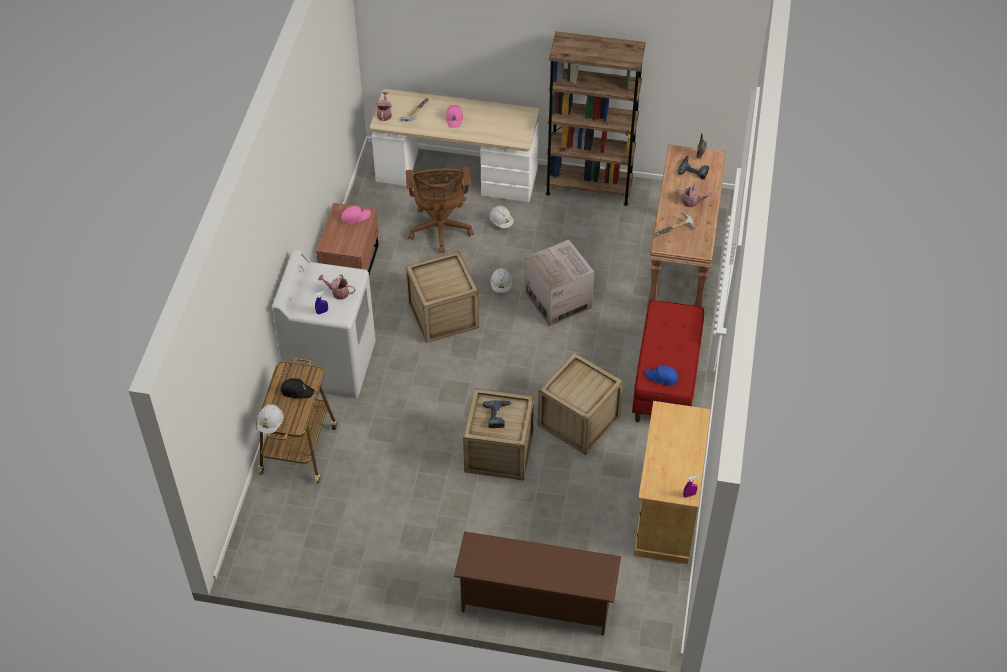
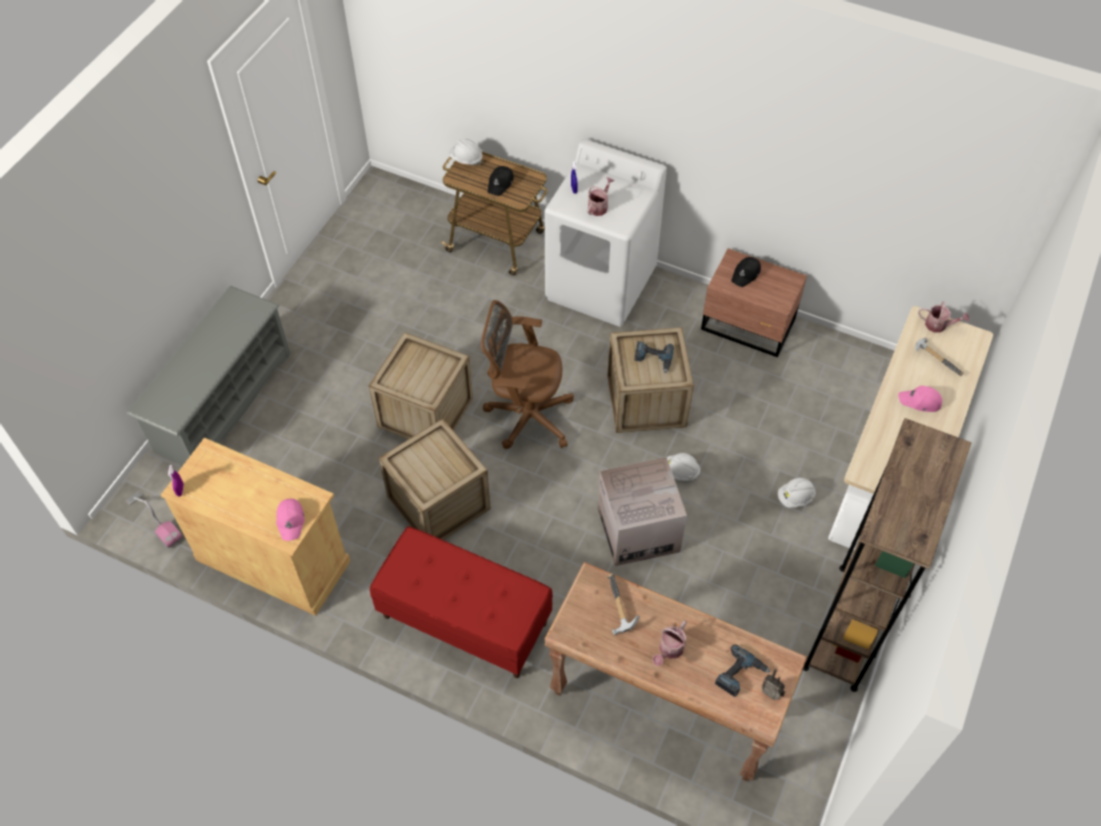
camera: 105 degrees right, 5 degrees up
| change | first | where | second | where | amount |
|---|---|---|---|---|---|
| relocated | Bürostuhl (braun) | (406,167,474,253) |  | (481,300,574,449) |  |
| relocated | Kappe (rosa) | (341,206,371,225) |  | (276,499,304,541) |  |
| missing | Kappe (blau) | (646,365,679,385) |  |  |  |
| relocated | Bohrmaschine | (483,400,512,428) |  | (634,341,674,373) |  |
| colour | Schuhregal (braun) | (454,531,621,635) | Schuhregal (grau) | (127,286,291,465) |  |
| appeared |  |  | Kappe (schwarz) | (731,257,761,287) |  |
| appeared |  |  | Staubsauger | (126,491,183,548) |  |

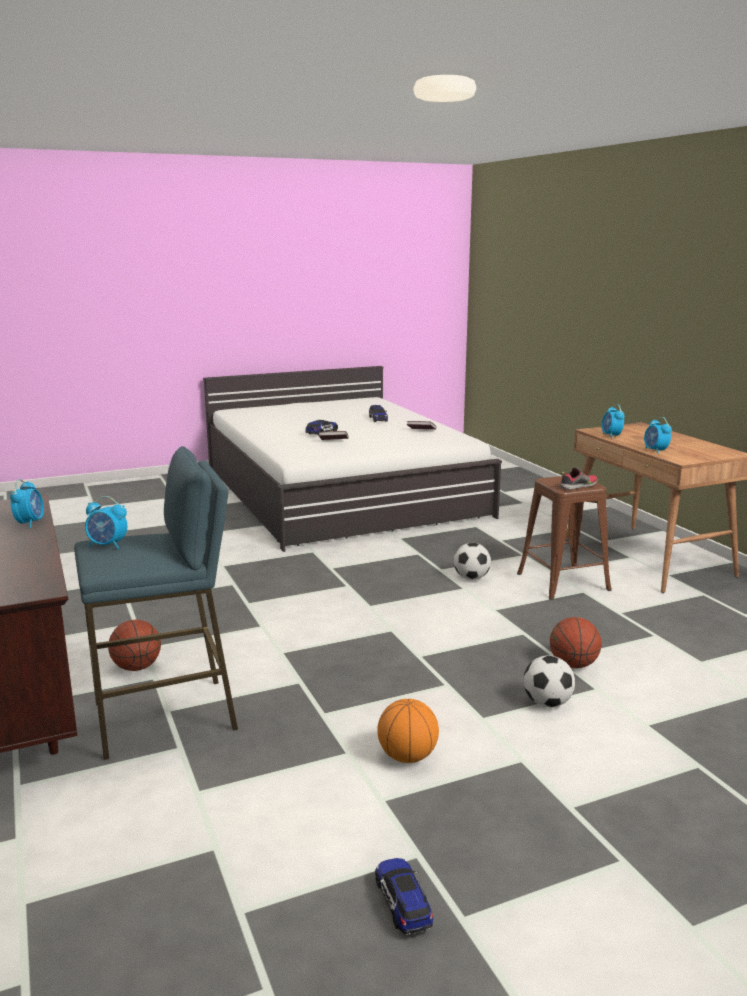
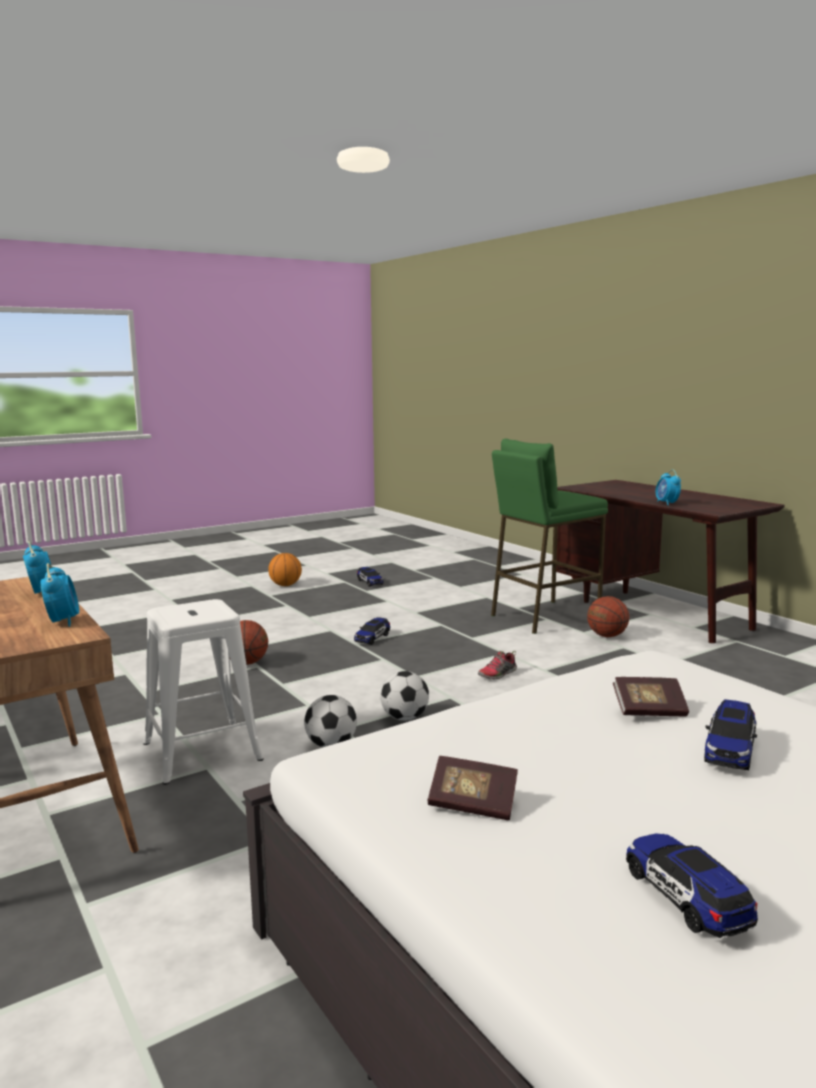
camera: 170 degrees right, 5 degrees down
| change | first | where | second | where | amount |
|---|---|---|---|---|---|
| colour | Hocker (blau) | (74,446,238,760) | Hocker (grün) | (491,438,608,634) |  |
| relocated | Schuh | (559,467,598,490) |  | (478,651,517,679) |  |
| colour | Hocker (braun) | (517,476,612,600) | Hocker (weiß) | (143,599,264,785) |  |
| missing | Wecker | (85,496,128,549) |  |  |  |
| relocated | Fußball | (523,655,575,707) |  | (380,671,429,721) |  |
| relocated | Basketball | (377,699,439,763) |  | (268,553,302,586) |  |
| appeared |  |  | Spielzeugauto | (354,617,390,645) |  |

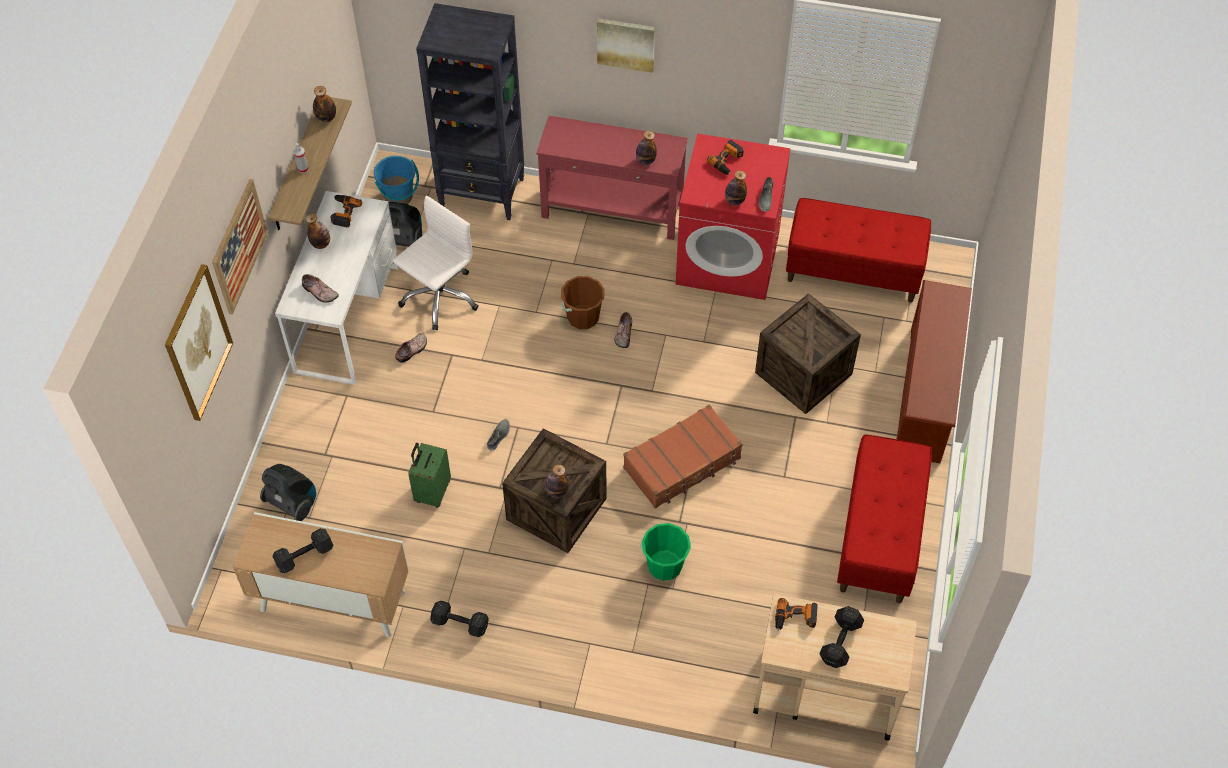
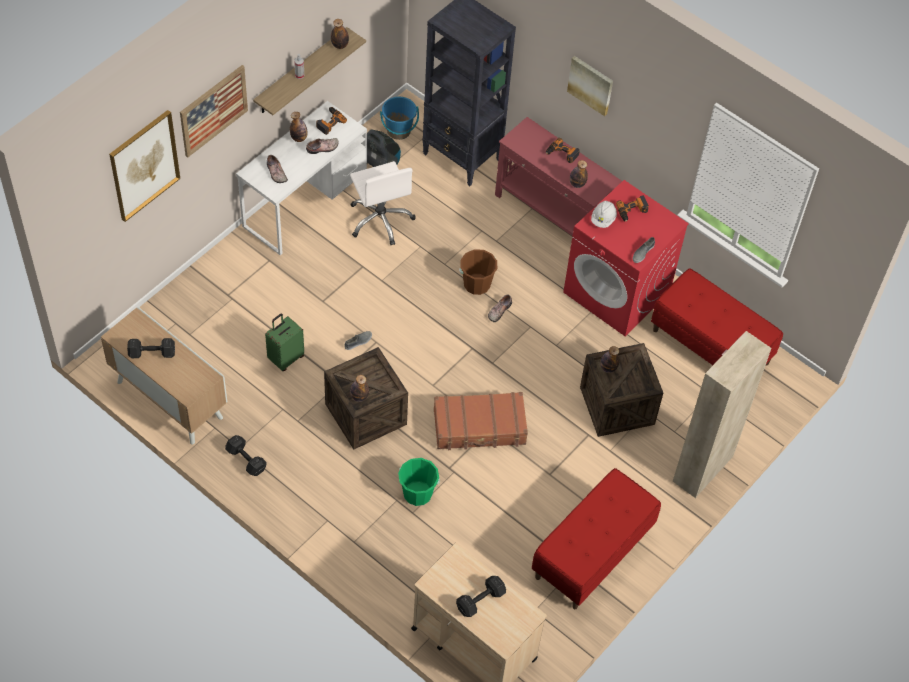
camera: 25 degrees right, 0 degrees up
| change | first | where | second | where | amount |
|---|---|---|---|---|---|
| relocated | Flasche | (725,170,747,206) |  | (600,346,620,373) |  |
| spun | Bürostuhl (weiß) | (393,196,479,330) |  | (350,161,416,245) | 90 degrees clockwise |
| exchanged | Schuhregal (braun) | (897,280,972,463) | Schrank (beige) | (673,331,772,498) |  |
| relocated | Schuh | (395,333,427,363) |  | (306,138,339,154) |  |
| missing | Staubsauger | (260,464,316,521) |  |  |  |
| relocated | Bohrmaschine | (775,598,818,631) |  | (546,138,580,163) |  |
| appeared |  |  | Schutzhelm (weiß) | (591,201,617,228) |  |

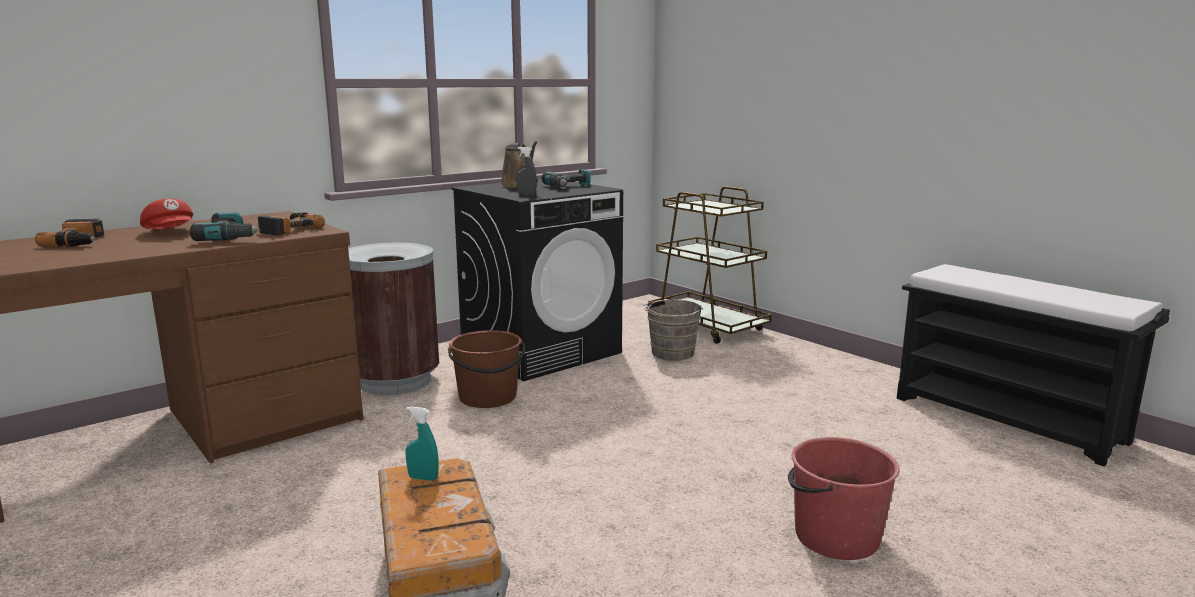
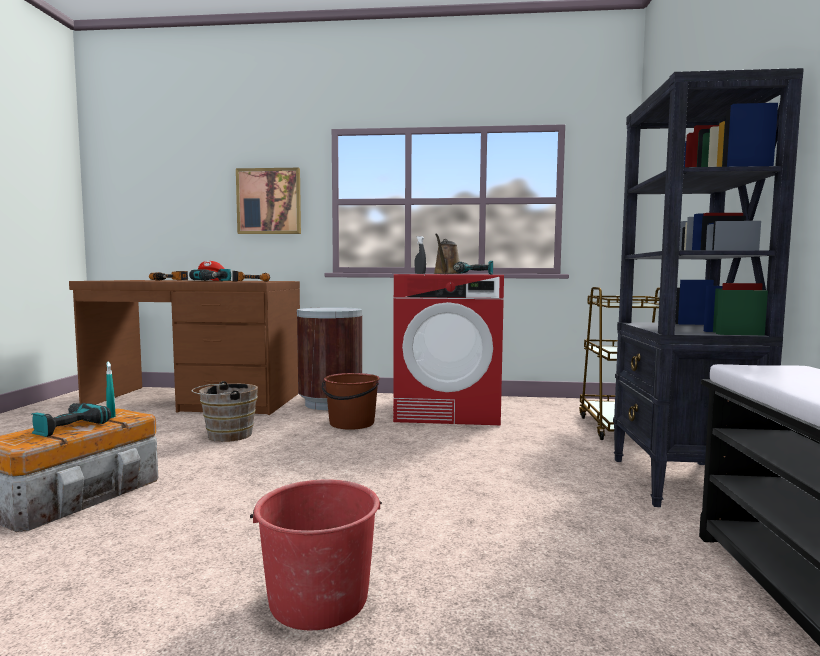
camera: 45 degrees right, 10 degrees down
| change | first | where | second | where | amount |
|---|---|---|---|---|---|
| colour | Waschmaschine (schwarz) | (451,179,623,381) | Waschmaschine (rot) | (393,274,504,425) |  |
| relocated | Eimer (braun) | (643,300,703,361) |  | (192,381,258,442) |  |
| appeared |  |  | Bücherregal (schwarz) | (613,68,804,507) |  |
| appeared |  |  | Bild | (236,168,301,234) |  |
| appeared |  |  | Bohrmaschine | (32,403,111,437) |  |

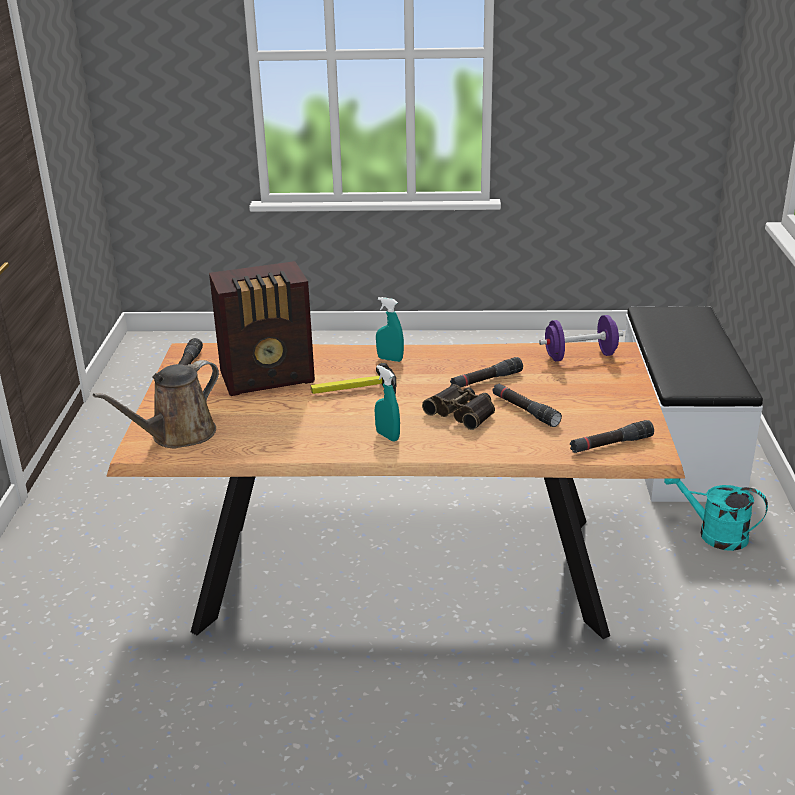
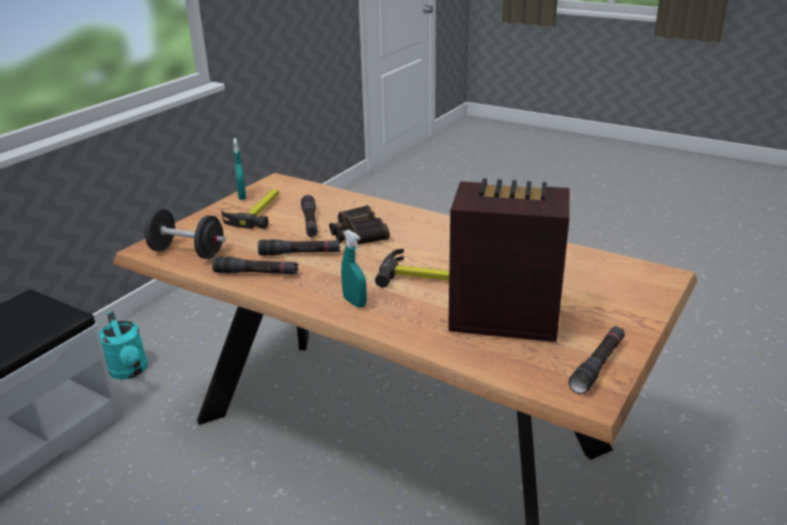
camera: 150 degrees left, 0 degrees up
| change | first | where | second | where | amount |
|---|---|---|---|---|---|
| colour | Hantel (lila) | (539,315,623,361) | Hantel (schwarz) | (144,209,226,259) |  |
| missing | Gießkanne (braun) | (93,360,219,448) |  |  |  |
| relocated | Sprühflasche (türkis) | (375,365,400,442) |  | (233,138,246,200) |  |
| relocated | Taschenlampe (schwarz) | (570,420,654,453) |  | (212,256,298,275) |  |
| appeared |  |  | Hammer | (221,189,279,229) |  |

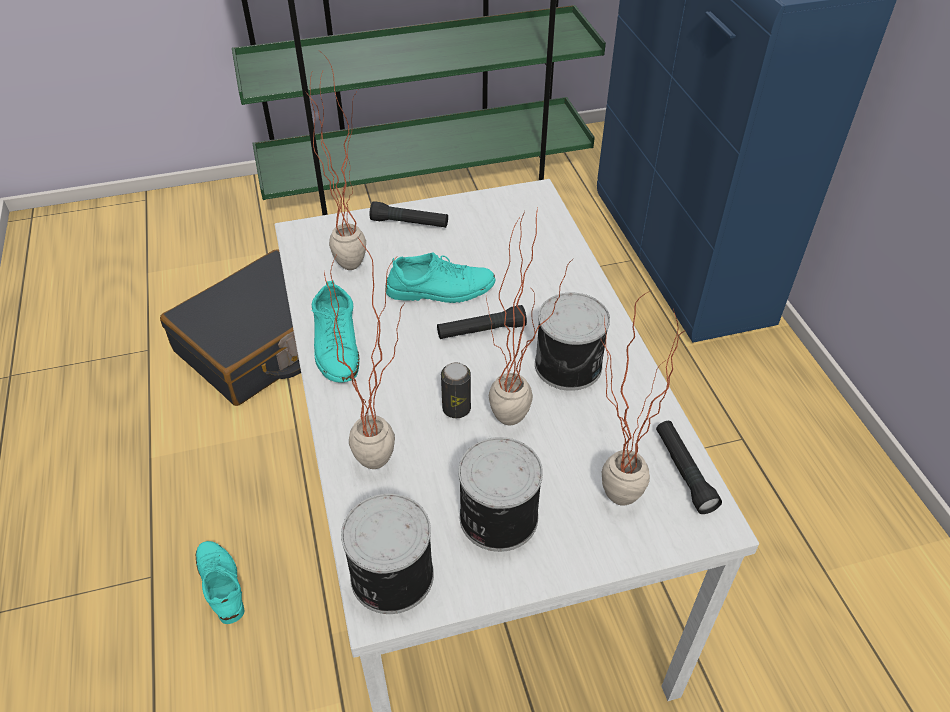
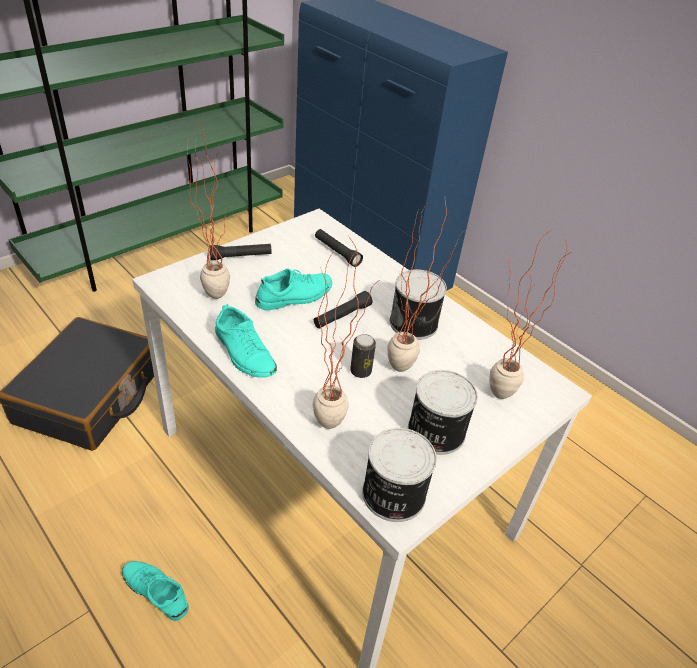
camera: 30 degrees left, 5 degrees down
| change | first | where | second | where | amount |
|---|---|---|---|---|---|
| relocated | Taschenlampe (schwarz) | (656,421,722,514) |  | (315,229,363,267) |  |

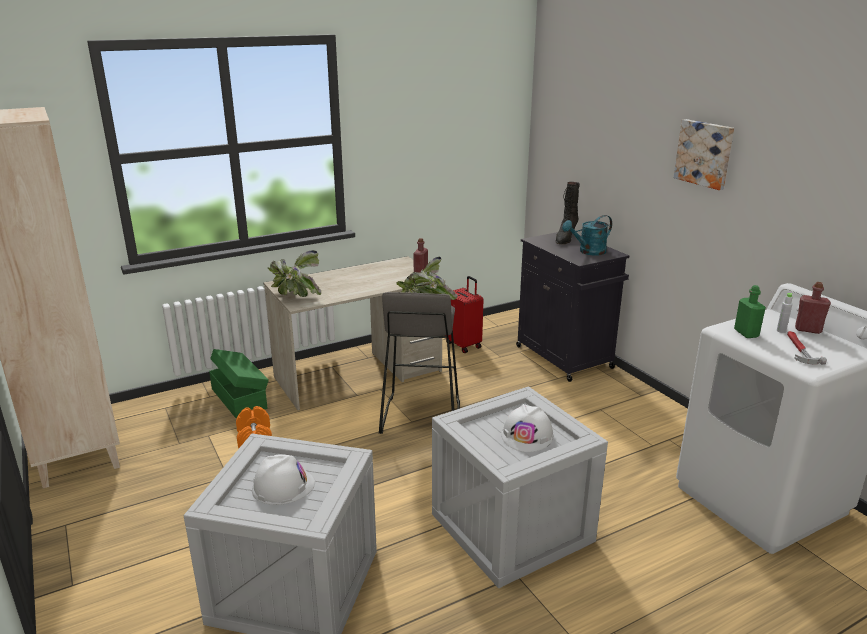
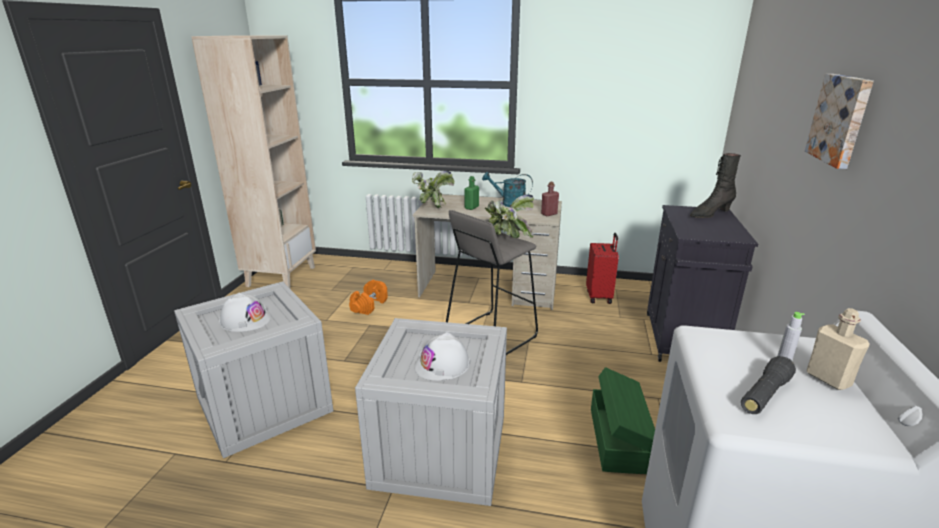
camera: 40 degrees right, 0 degrees up
| change | first | where | second | where | amount |
|---|---|---|---|---|---|
| relocated | Gießkanne (türkis) | (562,215,612,255) |  | (482,172,533,207) |  |
| colour | Flasche (rot) | (795,282,831,334) | Flasche (beige) | (807,308,869,390) |  |
| relocated | Flasche (grün) | (734,285,766,338) |  | (464,176,479,210) |  |
| exchanged | Hammer | (787,331,827,365) | Taschenlampe (schwarz) | (741,356,796,414) |  |
| relocated | Aufbewahrungsbox (grün) | (209,349,269,419) |  | (591,367,655,474) |  |

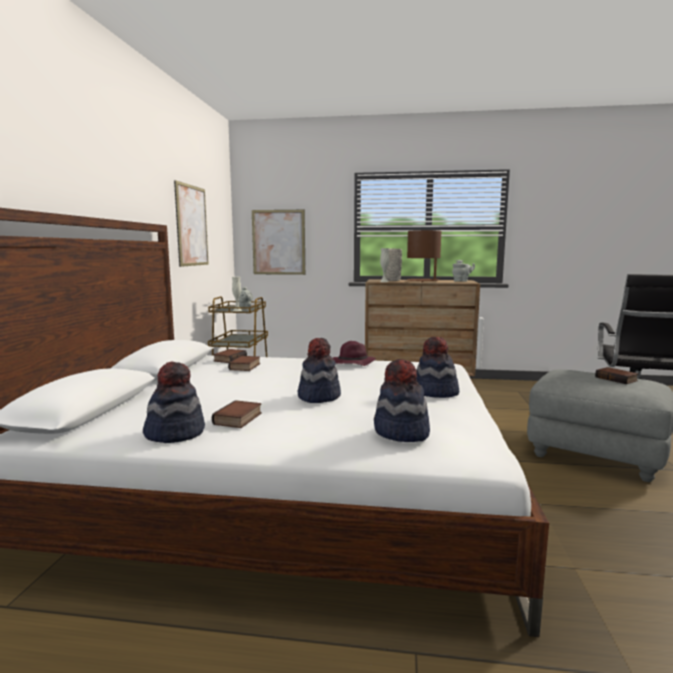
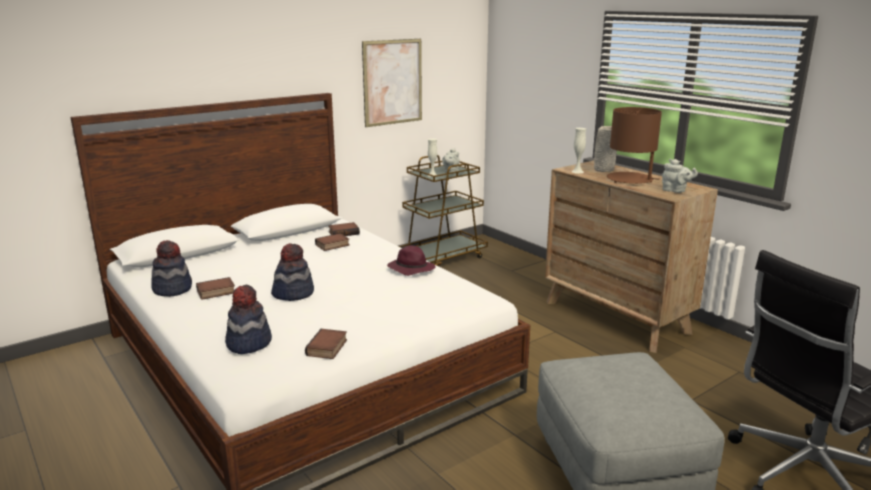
camera: 45 degrees right, 10 degrees up
| change | first | where | second | where | amount |
|---|---|---|---|---|---|
| missing | Bild | (252,210,305,275) |  |  |  |
| missing | Hut | (417,337,459,398) |  |  |  |
| relocated | Buch | (595,367,638,384) |  | (305,329,347,359) |  |

